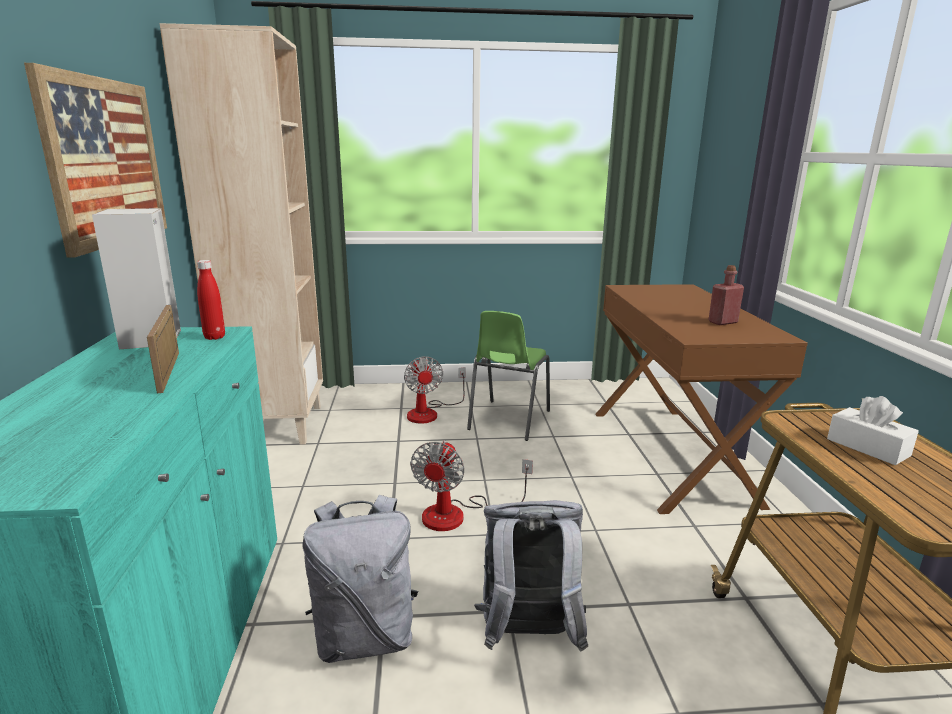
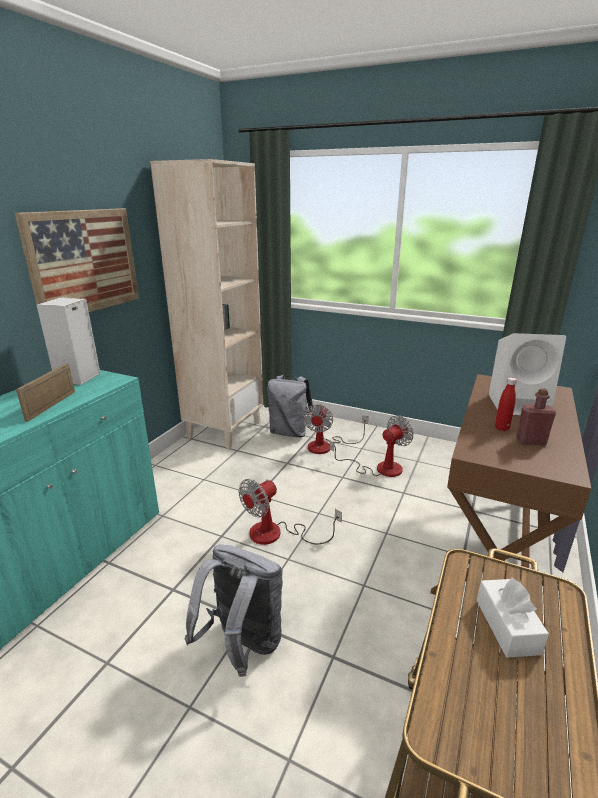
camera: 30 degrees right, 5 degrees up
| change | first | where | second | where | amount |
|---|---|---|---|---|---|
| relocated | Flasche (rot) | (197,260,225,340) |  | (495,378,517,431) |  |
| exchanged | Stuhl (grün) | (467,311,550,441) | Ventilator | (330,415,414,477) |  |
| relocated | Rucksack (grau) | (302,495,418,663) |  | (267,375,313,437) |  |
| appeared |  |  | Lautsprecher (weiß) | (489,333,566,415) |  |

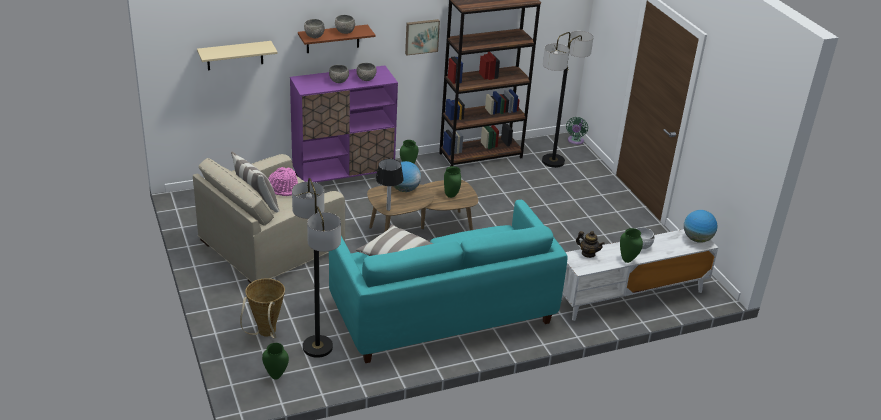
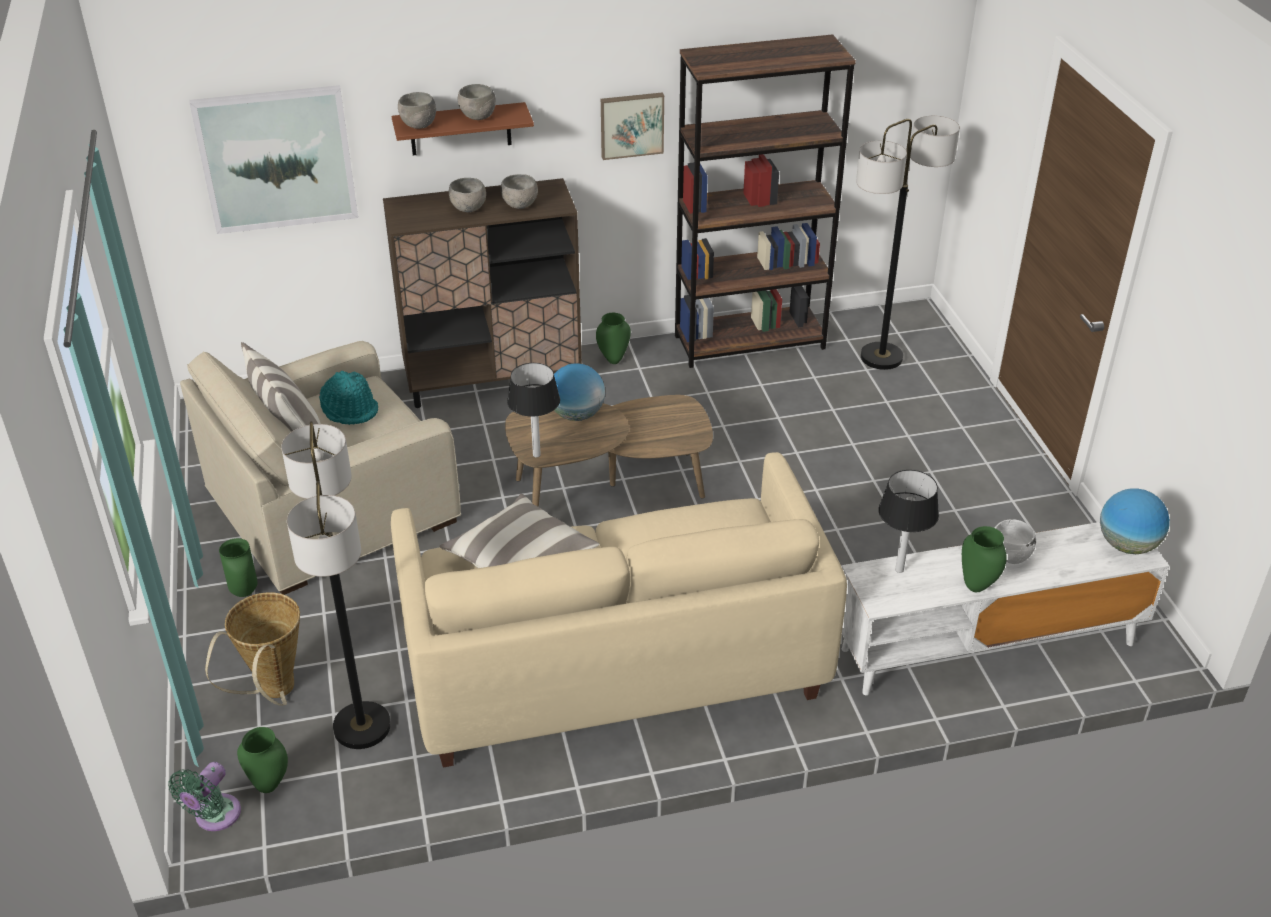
camera: 10 degrees right, 5 degrees up
| change | first | where | second | where | amount |
|---|---|---|---|---|---|
| exchanged | Wandregal (beige) | (197,41,278,70) | Bild | (189,85,358,234) |  |
| colour | Schrank (lila) | (290,66,398,182) | Schrank (braun) | (383,178,582,408) |  |
| relocated | Ventilator (grün) | (566,117,588,145) |  | (168,762,241,831) |  |
| relocated | Vase (grün) | (444,166,461,198) |  | (219,538,258,597) |  |
| colour | Hut (rosa) | (268,167,298,196) | Hut (türkis) | (319,371,378,425) |  |
| colour | Sofa (türkis) | (329,200,568,363) | Sofa (beige) | (391,452,847,768) |  |
| exchanged | Teekanne | (576,231,605,258) | Tischlampe | (878,470,939,573) |  |

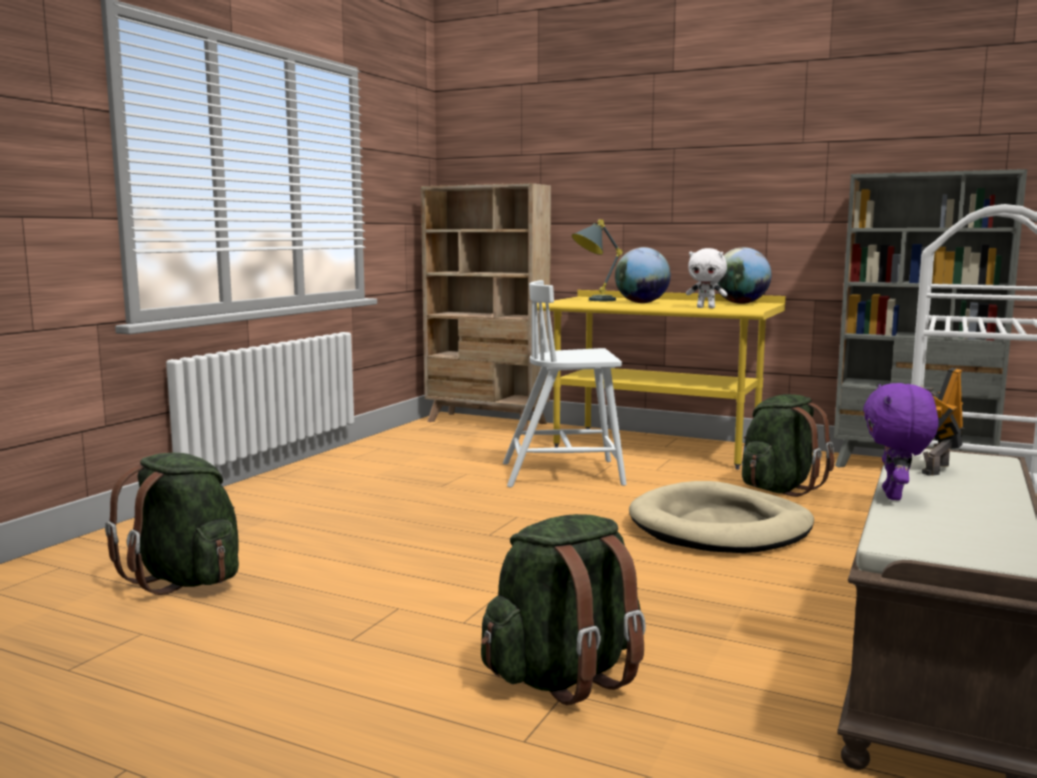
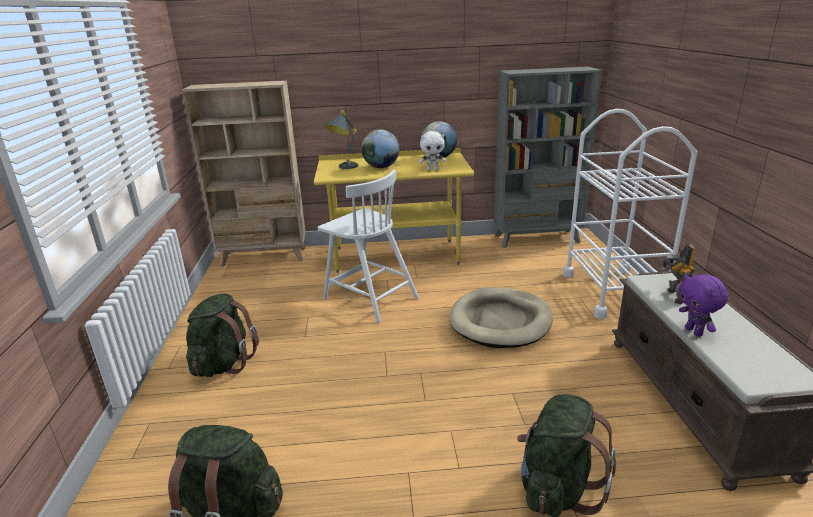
camera: 30 degrees left, 15 degrees up
| change | first | where | second | where | amount |
|---|---|---|---|---|---|
| spun | Stuhl (weiß) | (503,280,627,487) |  | (318,169,419,323) | 105 degrees counterclockwise |
| relocated | Rucksack (grün) | (742,394,834,497) |  | (186,294,259,377) |  |

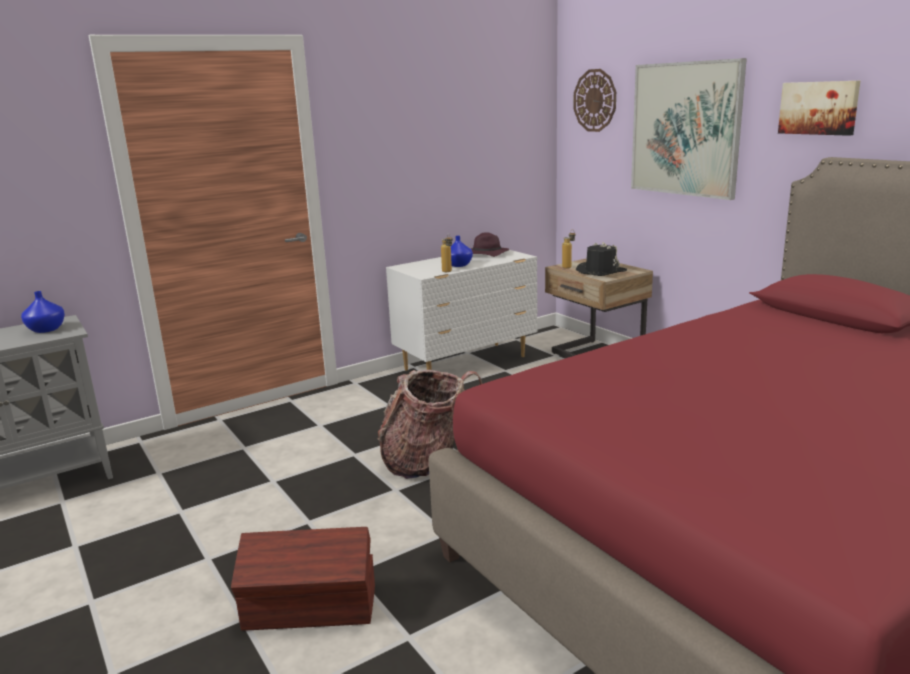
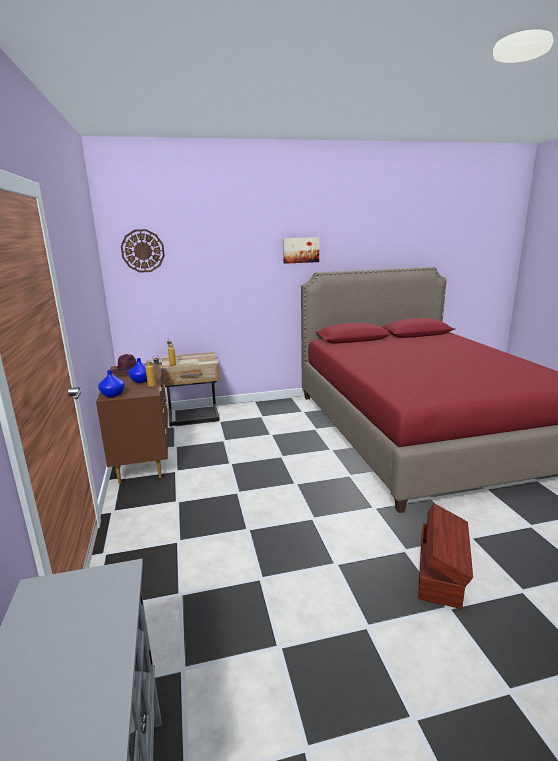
camera: 70 degrees left, 0 degrees up
| change | first | where | second | where | amount |
|---|---|---|---|---|---|
| missing | Bild | (631,58,747,200) |  |  |  |
| missing | Hut (schwarz) | (576,242,627,276) |  |  |  |
| colour | Kommode (weiß) | (386,250,538,370) | Kommode (braun) | (96,362,168,484) |  |
| relocated | Vase (blau) | (21,291,65,333) |  | (98,370,125,397) |  |
| missing | Rucksack | (378,370,482,479) |  |  |  |

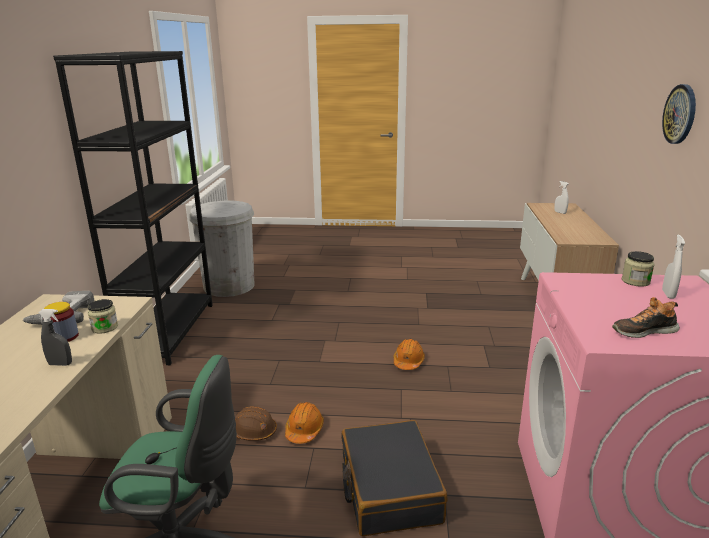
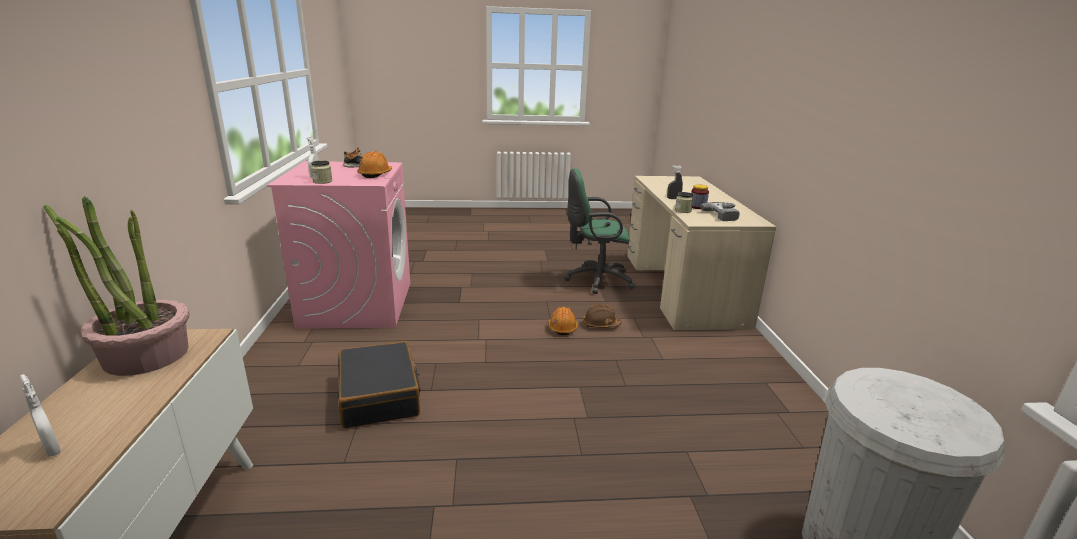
camera: 170 degrees right, 0 degrees up
| change | first | where | second | where | amount |
|---|---|---|---|---|---|
| missing | Bücherregal (schwarz) | (53,51,213,365) |  |  |  |
| missing | Wanduhr | (662,84,696,144) |  |  |  |
| relocated | Schutzhelm (orange) | (394,339,425,370) |  | (357,151,392,178) |  |
| relocated | Koffer (schwarz) | (341,420,447,536) |  | (338,341,420,428) |  |
| appeared |  |  | Topfpflanze | (44,196,189,376) |  |

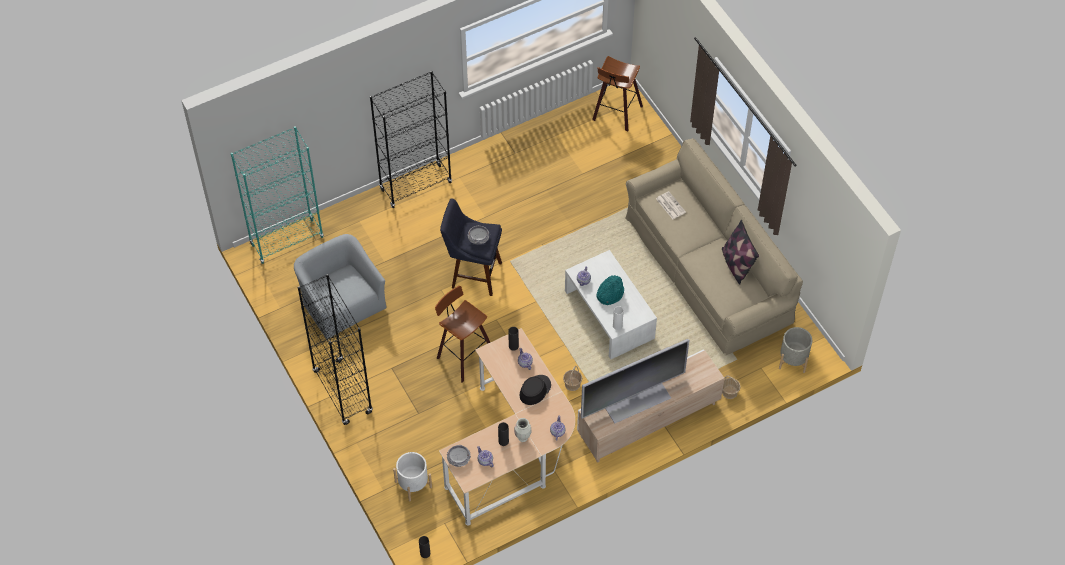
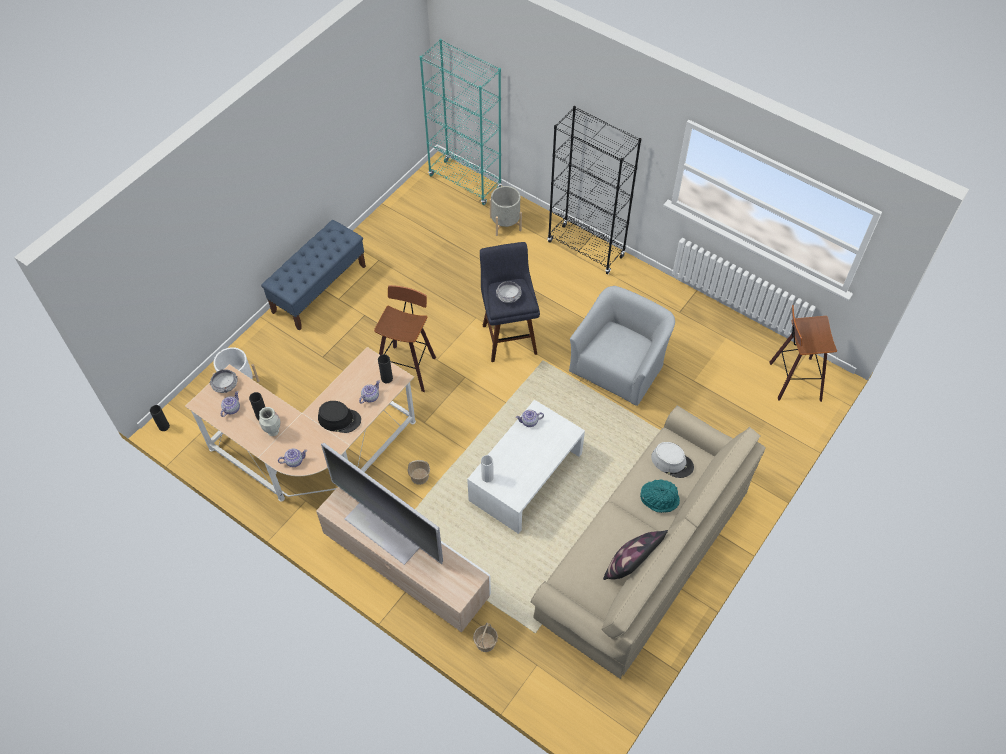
camera: 65 degrees right, 0 degrees up
| change | first | where | second | where | amount |
|---|---|---|---|---|---|
| exchanged | Zeitung | (656,191,686,219) | Hut (grau) | (651,442,694,478) |  |
| relocated | Sessel (grau) | (294,234,387,339) |  | (569,286,675,406) |  |
| exchanged | Bücherregal (schwarz) | (298,274,373,425) | Bank (blau) | (261,220,366,331) |  |
| relocated | Hut (türkis) | (597,275,624,305) |  | (640,479,680,513) |  |
| relocated | Pflanzkübel (grau) | (779,327,812,373) |  | (490,186,522,236) |  |

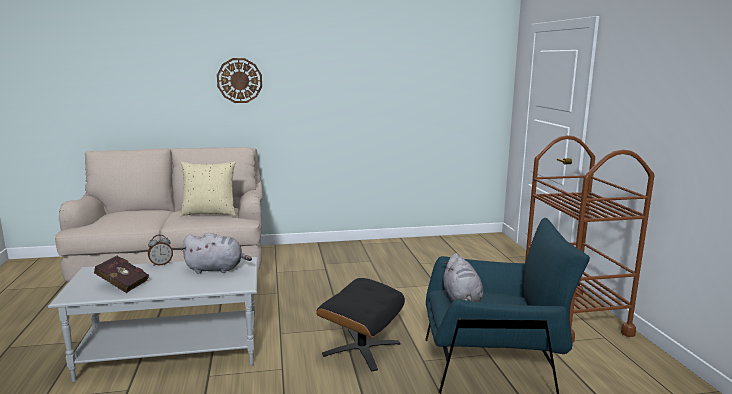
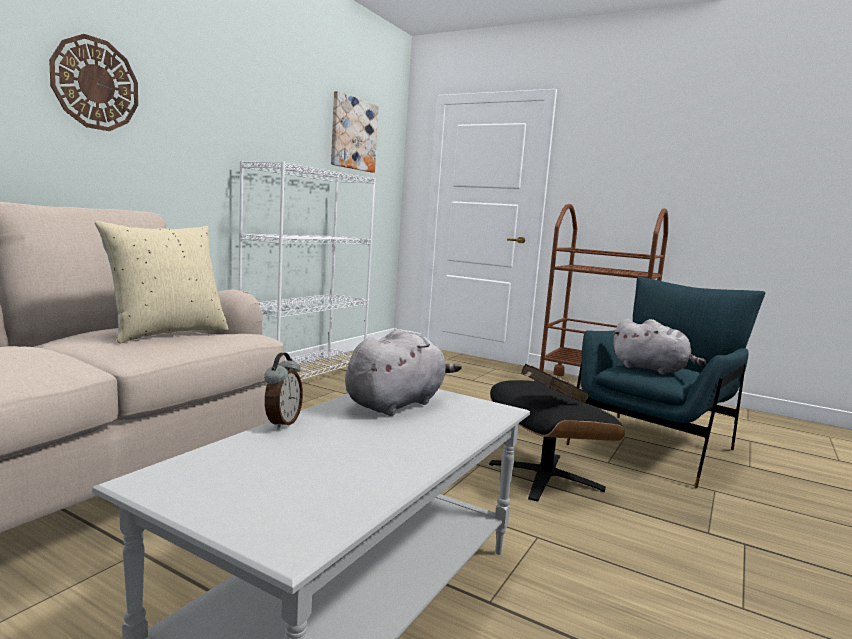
camera: 50 degrees left, 5 degrees down
| change | first | where | second | where | amount |
|---|---|---|---|---|---|
| relocated | Buch (rot) | (94,256,149,293) |  | (521,364,590,403) |  |
| appeared |  |  | Bild | (331,91,378,173) |  |
| appeared |  |  | Bücherregal (weiß) | (238,161,376,380) |  |

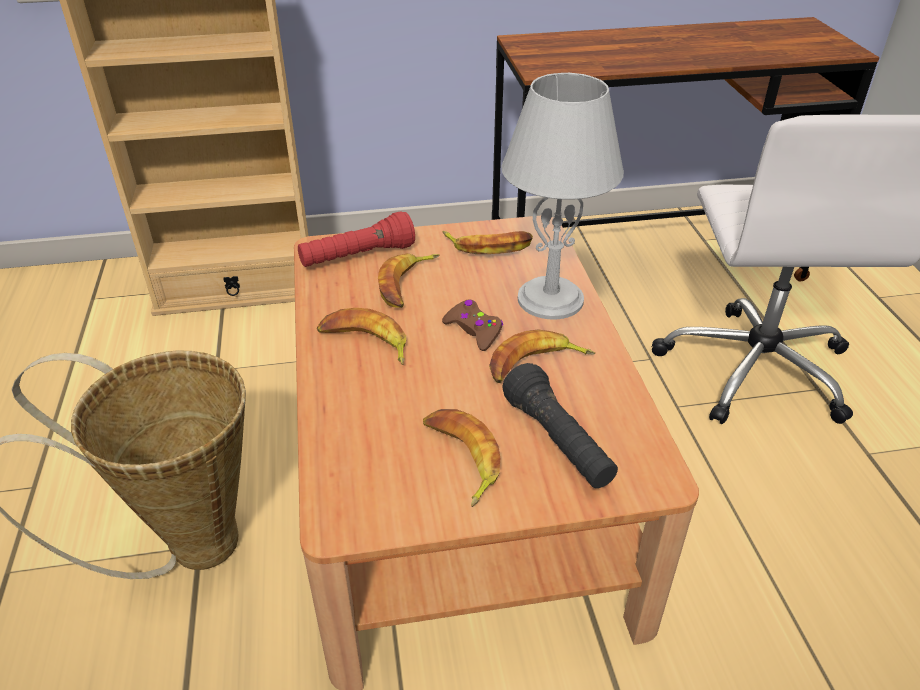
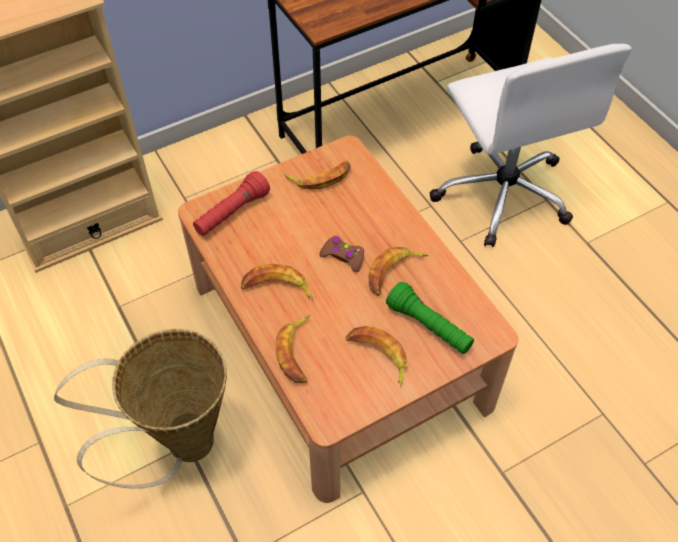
camera: 20 degrees left, 15 degrees up
| change | first | where | second | where | amount |
|---|---|---|---|---|---|
| missing | Tischlampe (grau) | (501,73,624,320) |  |  |  |
| relocated | Banane | (378,254,440,308) |  | (275,315,310,383) |  |
| colour | Taschenlampe (schwarz) | (502,363,618,488) | Taschenlampe (grün) | (386,282,474,354) |  |

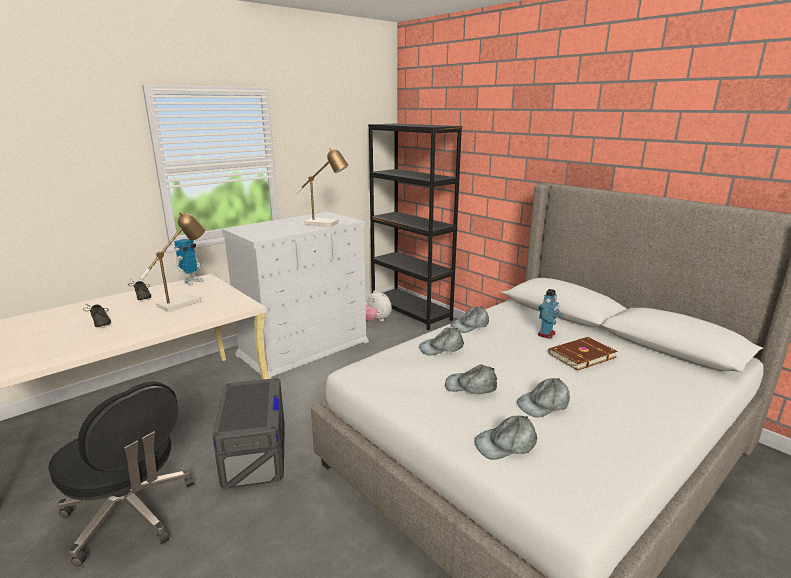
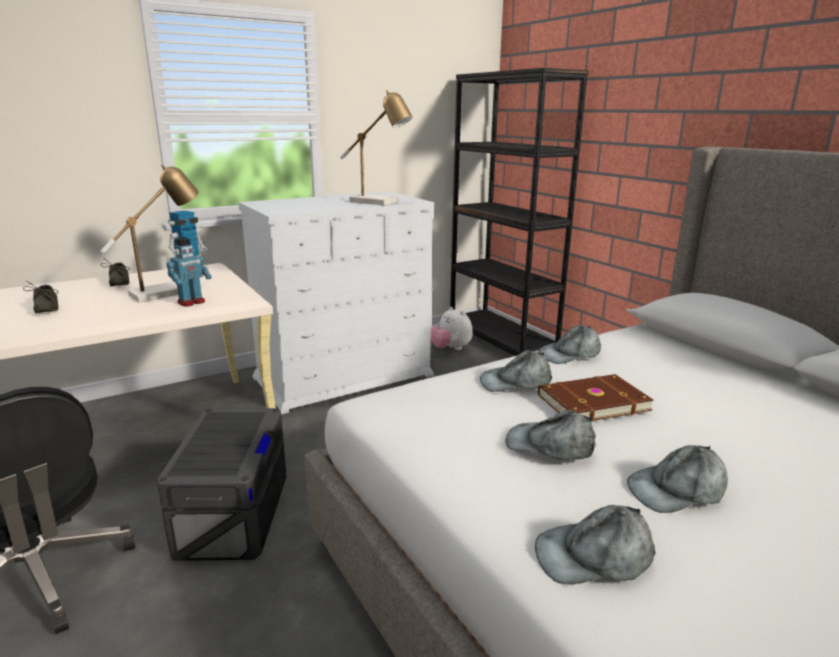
camera: 10 degrees right, 0 degrees up
| change | first | where | second | where | amount |
|---|---|---|---|---|---|
| relocated | Spielzeugroboter | (538,289,563,339) |  | (166,237,212,307) |  |
| relocated | Buch (braun) | (548,337,617,371) |  | (538,374,654,422) |  |

